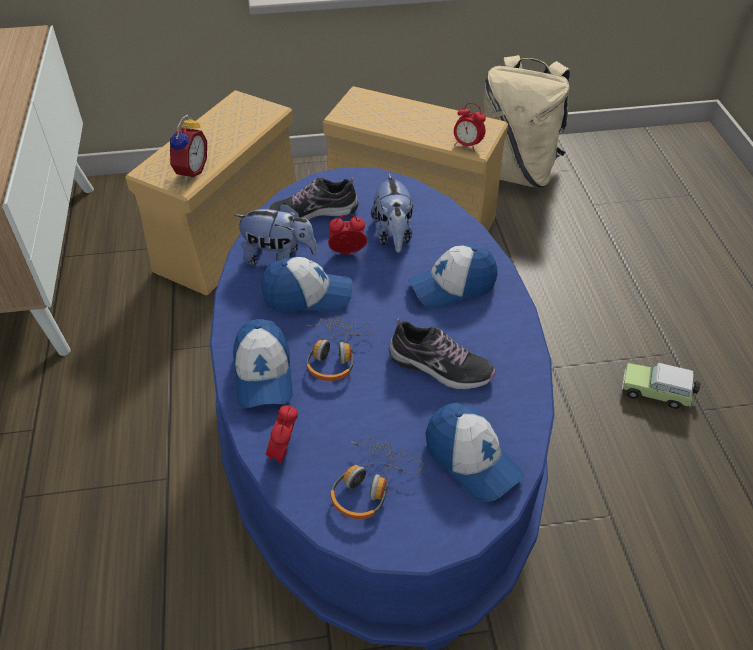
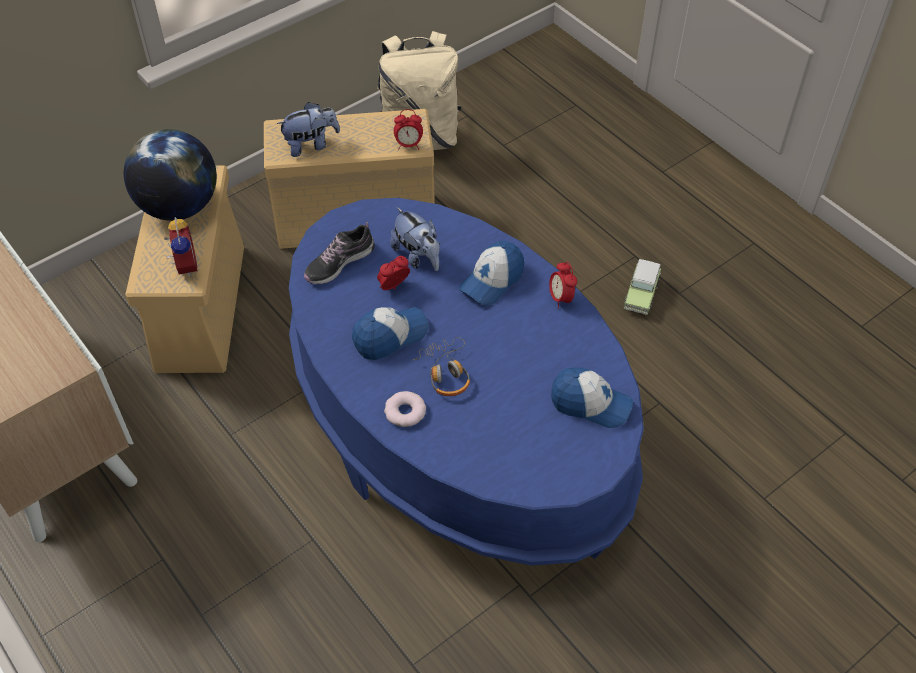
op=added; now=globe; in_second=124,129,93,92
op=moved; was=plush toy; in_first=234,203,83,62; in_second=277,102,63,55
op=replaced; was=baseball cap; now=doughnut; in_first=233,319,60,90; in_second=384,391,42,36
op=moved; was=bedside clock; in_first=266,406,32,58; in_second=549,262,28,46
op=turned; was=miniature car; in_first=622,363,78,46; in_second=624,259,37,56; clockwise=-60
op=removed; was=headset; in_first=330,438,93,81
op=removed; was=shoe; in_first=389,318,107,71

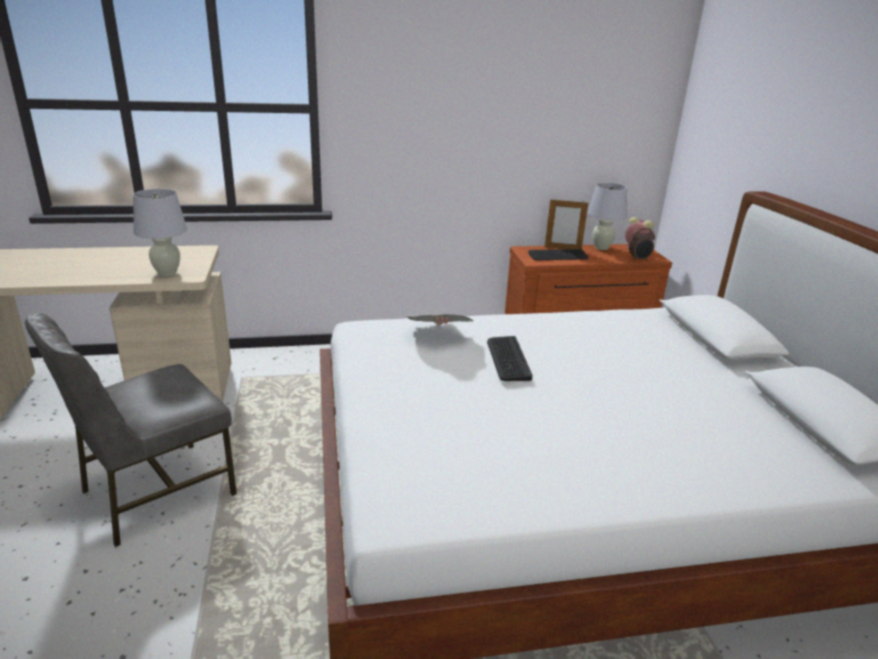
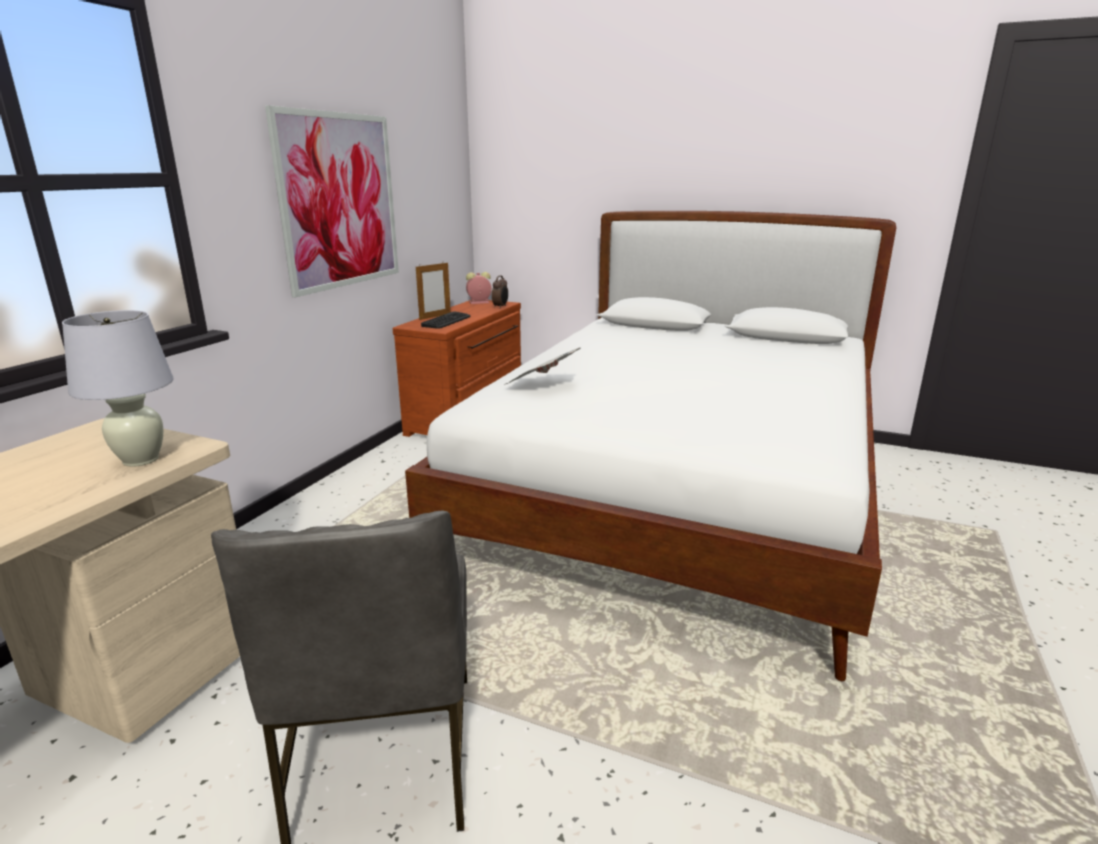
op=added; now=wall art; in_second=265,105,134,192
op=removed; was=keyboard; in_first=487,336,45,45
op=removed; was=lamp for a table/white-coloured; in_first=588,183,39,67

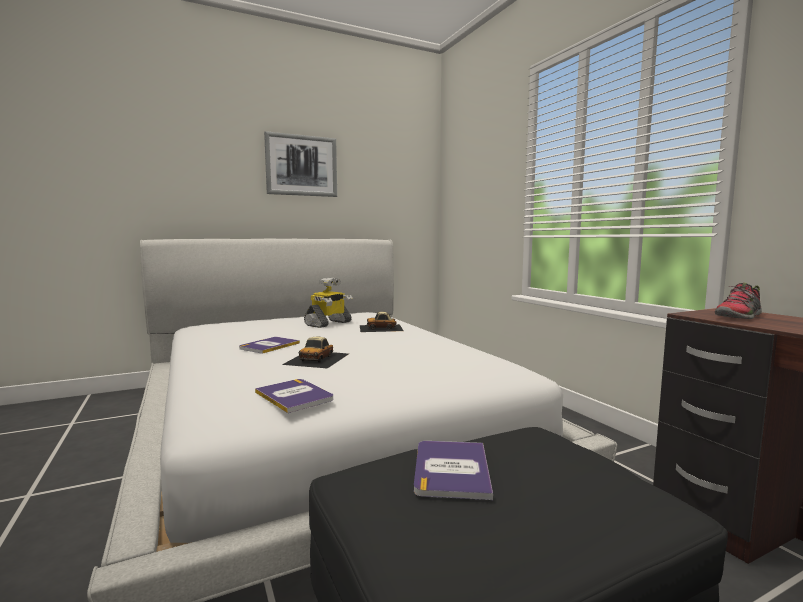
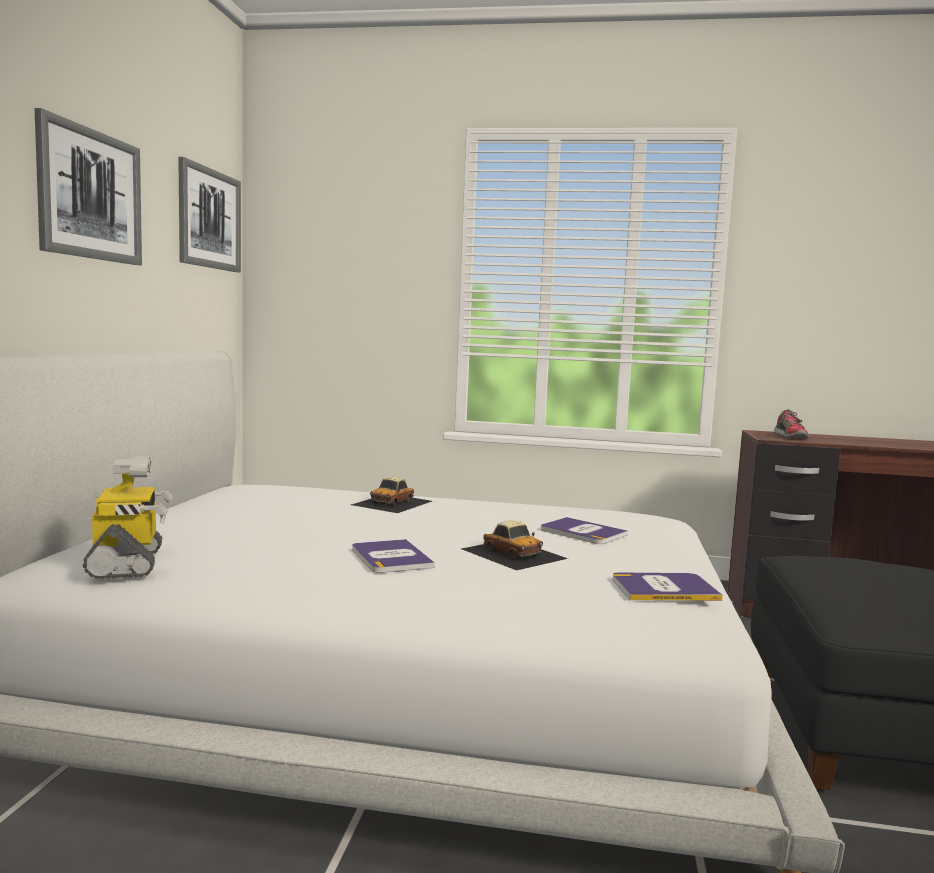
op=moved; was=toy robot; in_first=304,278,49,50; in_second=83,456,90,123
op=added; now=wall art; in_second=178,157,63,115
op=moved; was=book; in_first=414,441,79,59; in_second=541,517,87,27

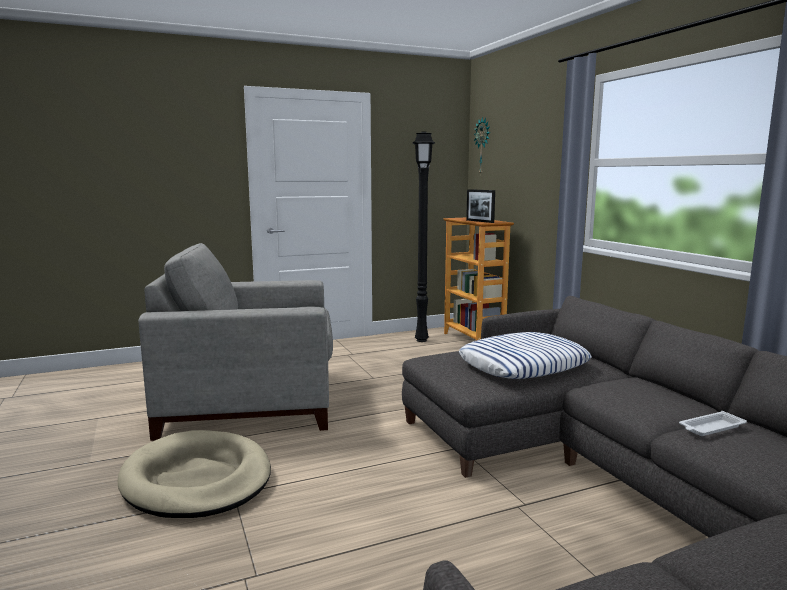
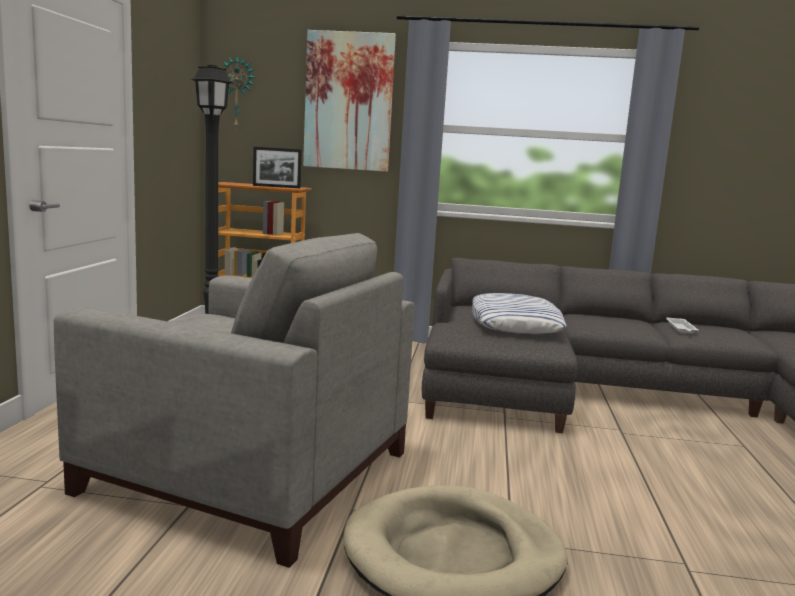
op=turned; was=armchair/greyish; in_first=138,243,195,198; in_second=54,233,361,335; clockwise=-90
op=added; now=wall art; in_second=303,30,93,142

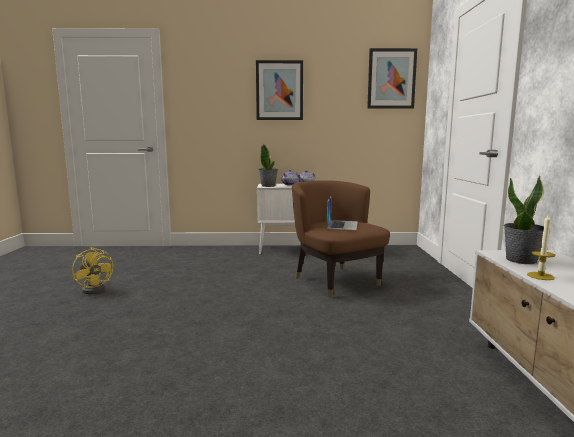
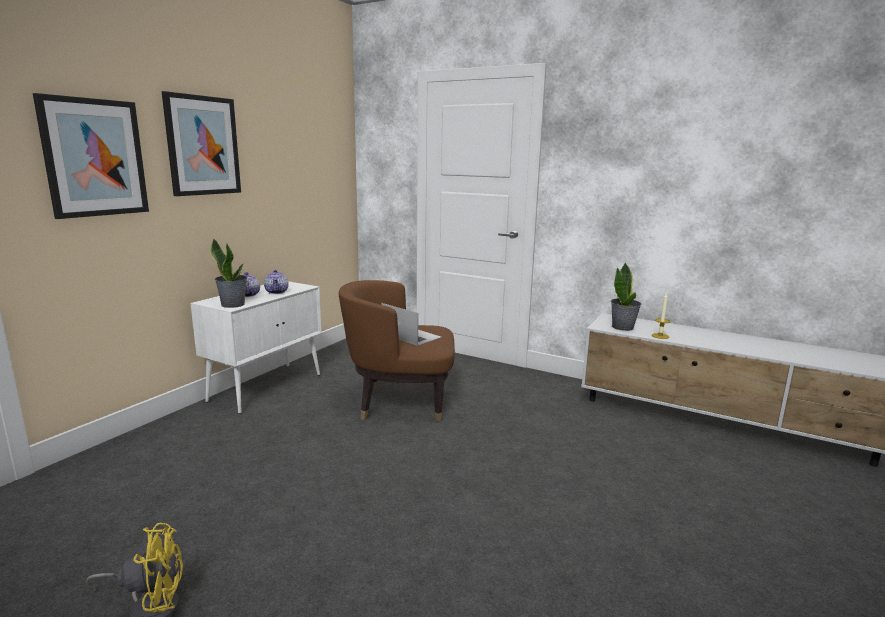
op=moved; was=wall art; in_first=367,48,50,61; in_second=33,93,116,126

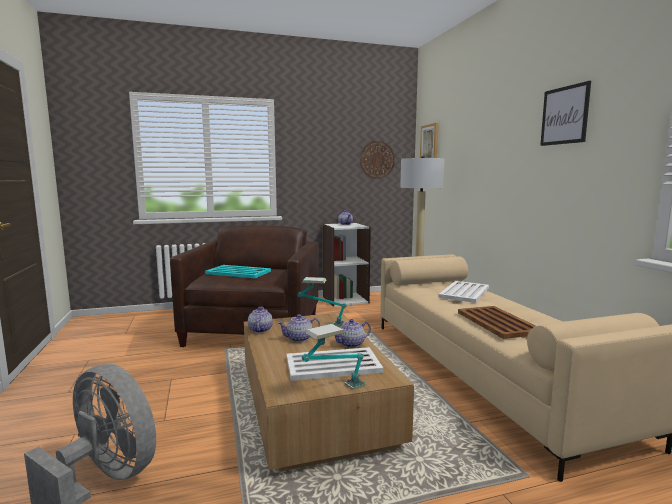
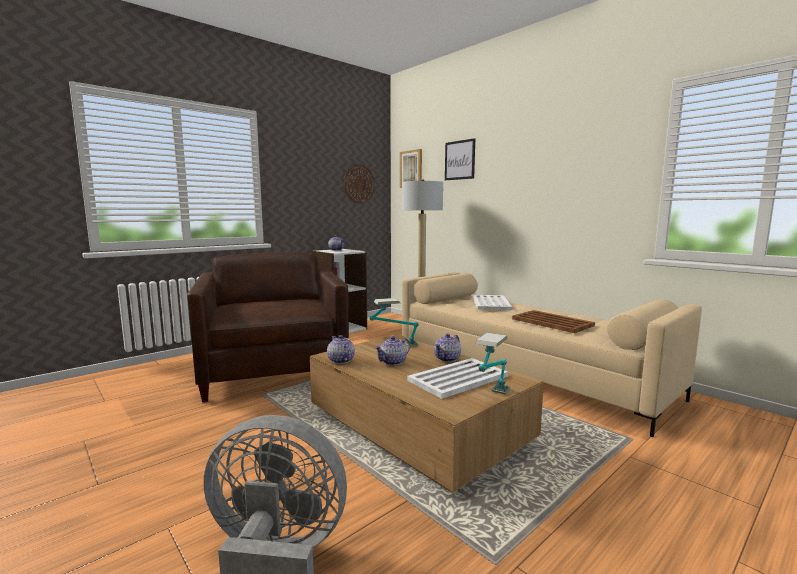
op=moved; was=wall art; in_first=540,81,51,65; in_second=445,138,30,42
op=removed; was=serving tray/turquoise; in_first=205,265,66,13

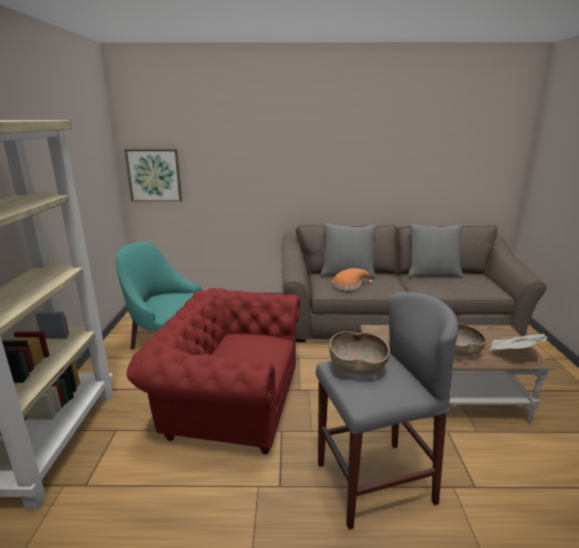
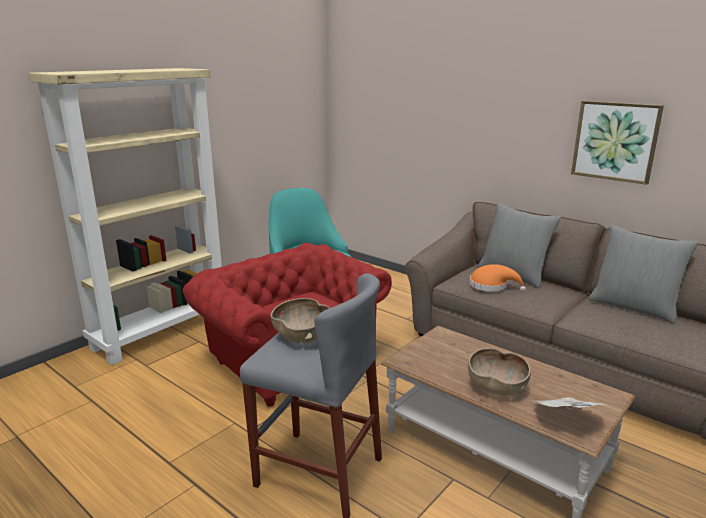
op=moved; was=wall art; in_first=124,149,58,53; in_second=571,101,93,84

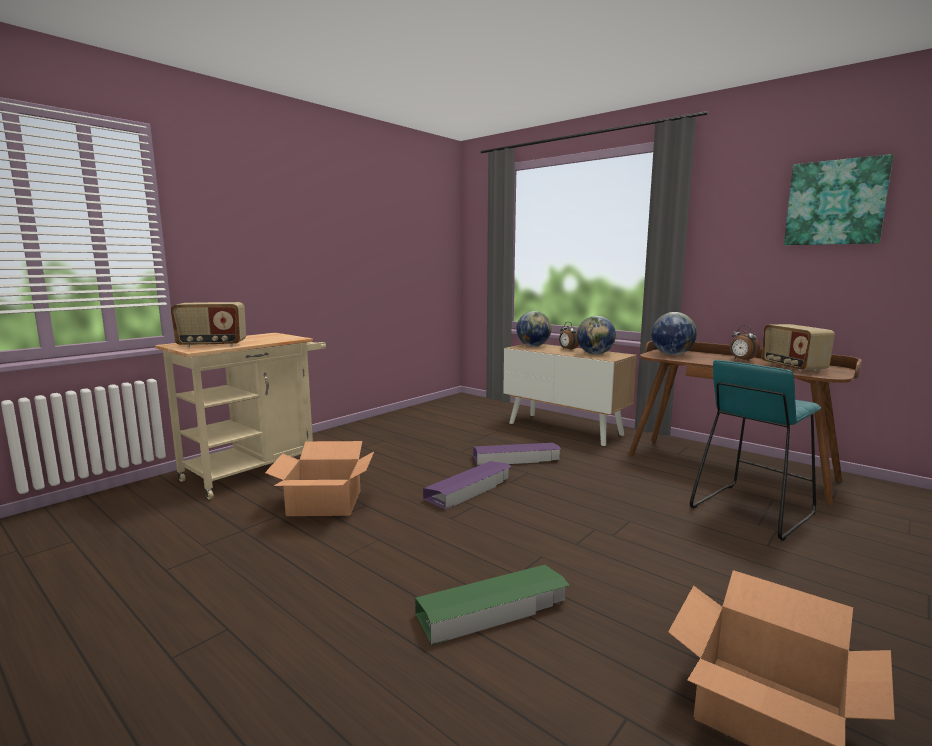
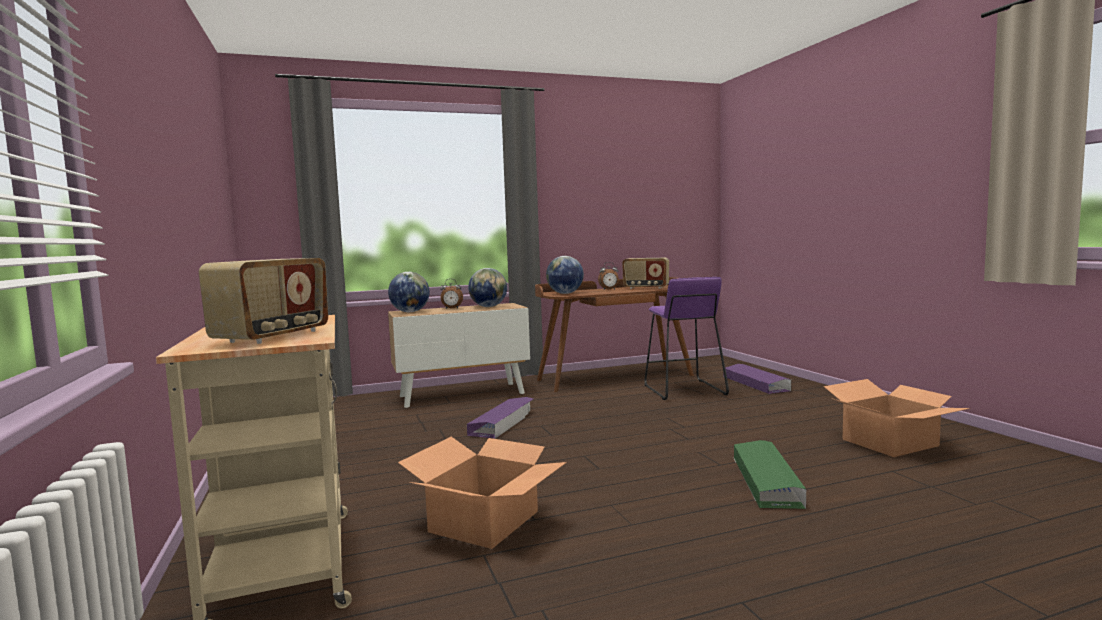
op=recoloured; was=stool seat/turquoise; now=stool seat/purple; in_first=690,360,131,181; in_second=644,277,85,123
op=moved; was=storage container/purple; in_first=423,461,89,49; in_second=725,364,66,30
op=removed; was=wall art; in_first=784,154,109,91

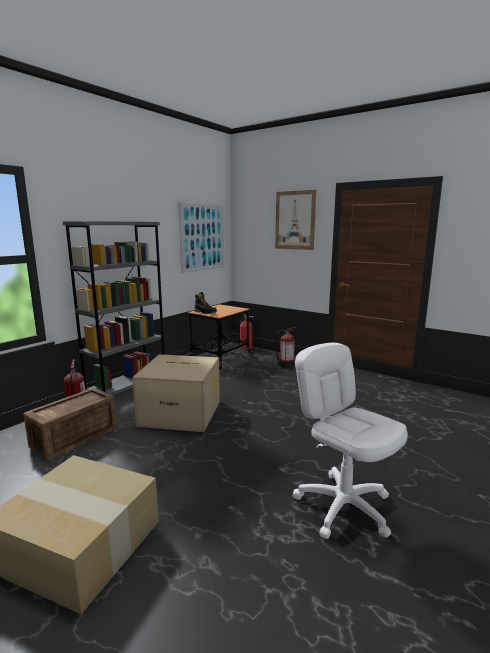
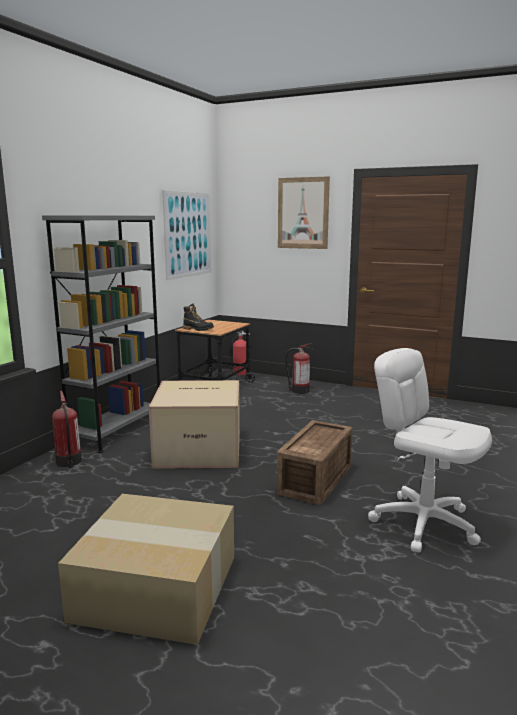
op=moved; was=crate; in_first=23,388,94,72; in_second=277,420,76,85

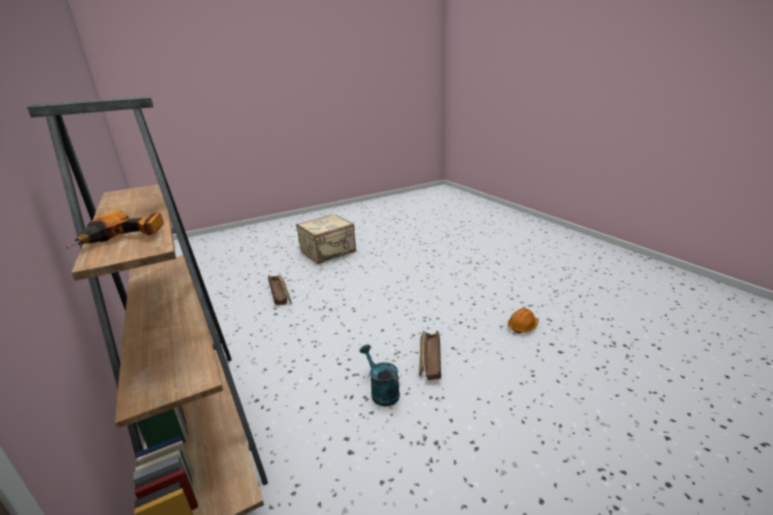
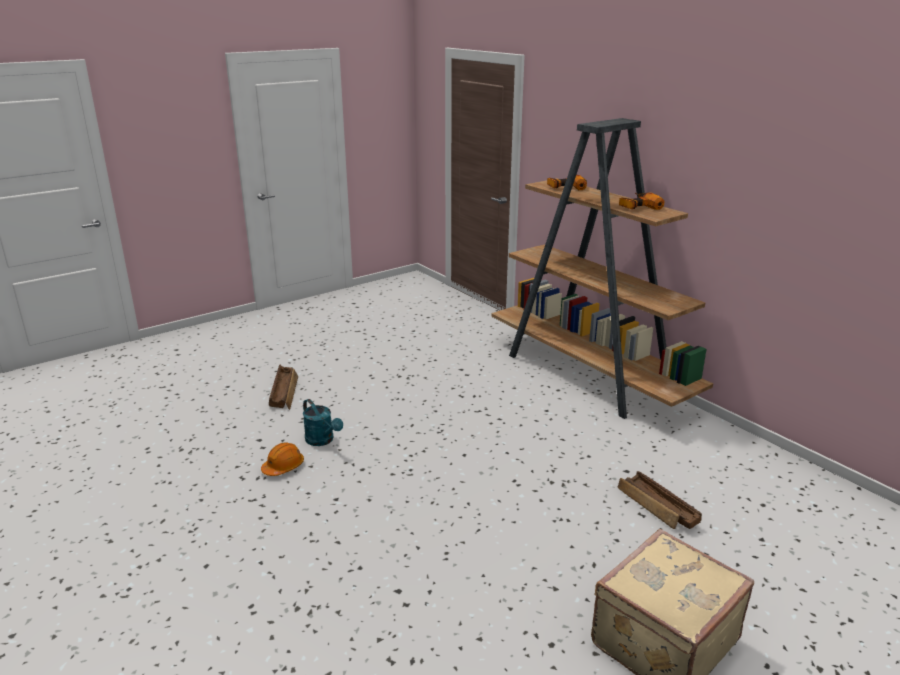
op=moved; was=crate; in_first=419,331,22,49; in_second=269,364,29,46
op=moved; was=watering pot/turquoise; in_first=359,344,41,63; in_second=303,399,40,47
op=added; now=power drill; in_second=619,192,46,18

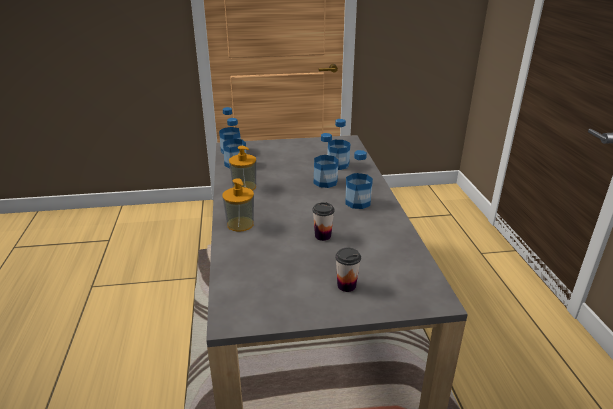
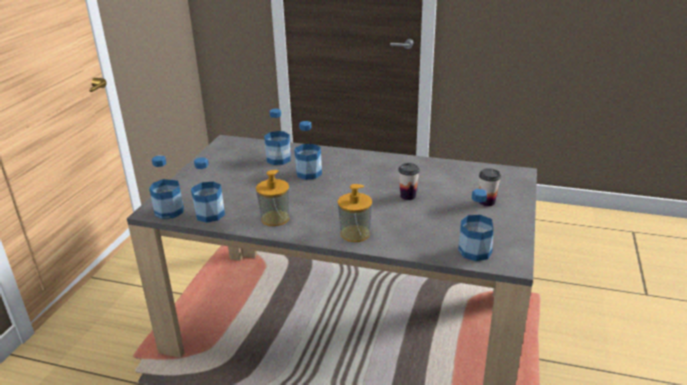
op=moved; was=drink bottle; in_first=345,150,28,59; in_second=458,189,35,72

